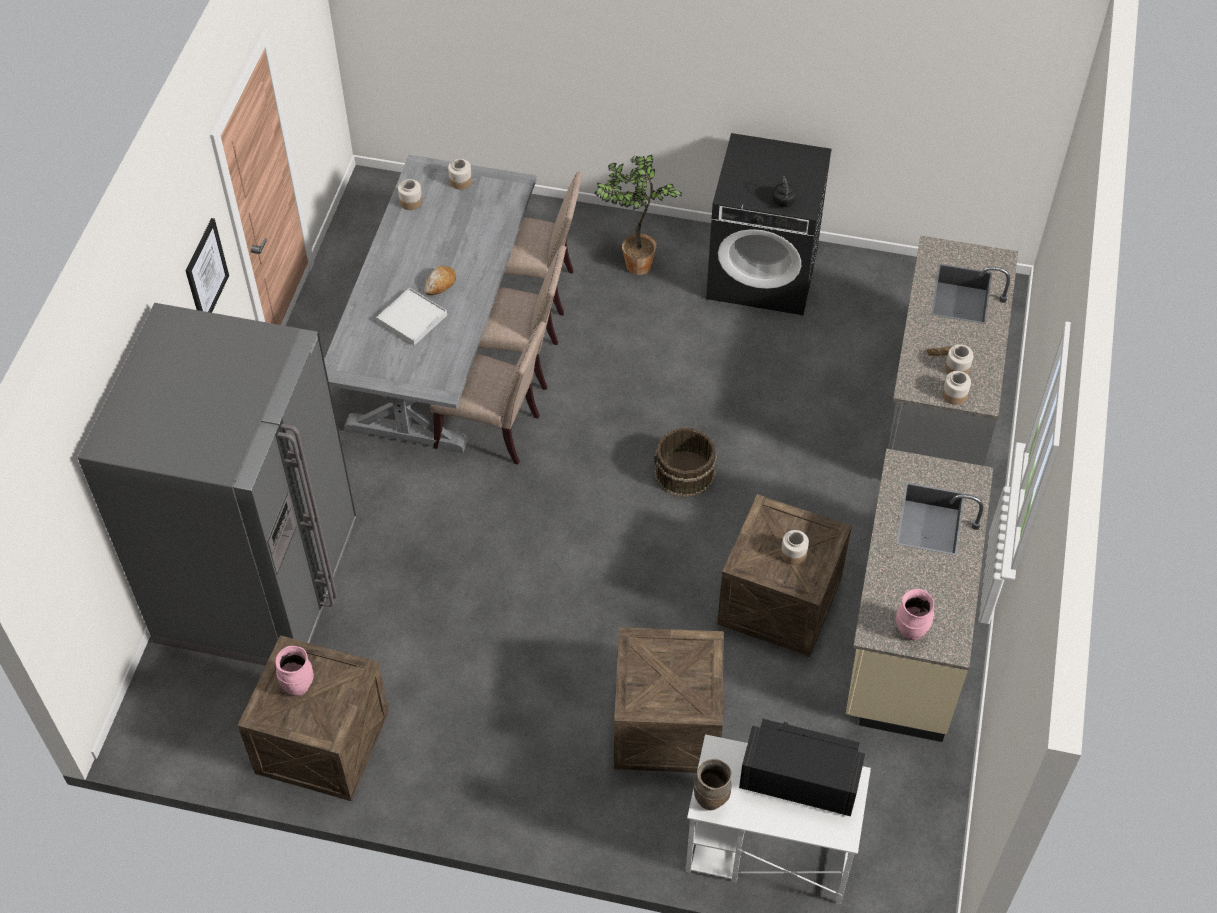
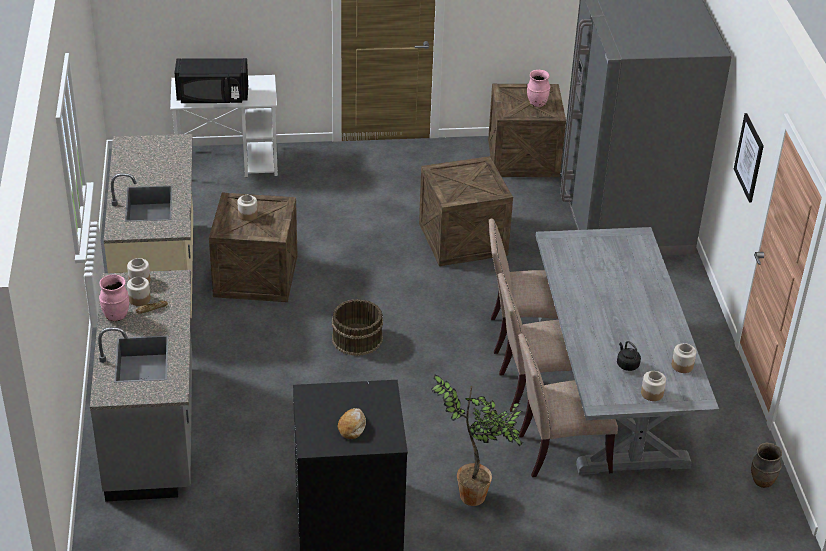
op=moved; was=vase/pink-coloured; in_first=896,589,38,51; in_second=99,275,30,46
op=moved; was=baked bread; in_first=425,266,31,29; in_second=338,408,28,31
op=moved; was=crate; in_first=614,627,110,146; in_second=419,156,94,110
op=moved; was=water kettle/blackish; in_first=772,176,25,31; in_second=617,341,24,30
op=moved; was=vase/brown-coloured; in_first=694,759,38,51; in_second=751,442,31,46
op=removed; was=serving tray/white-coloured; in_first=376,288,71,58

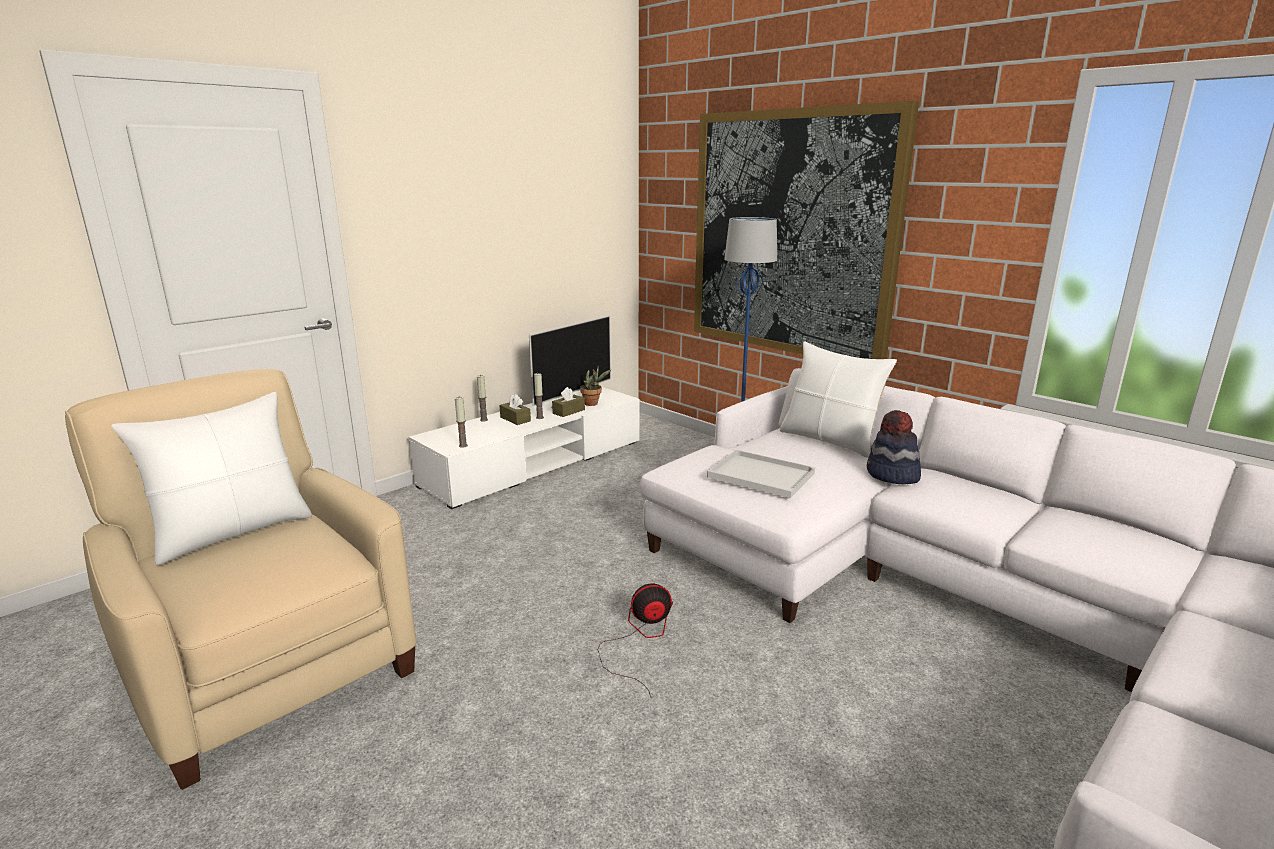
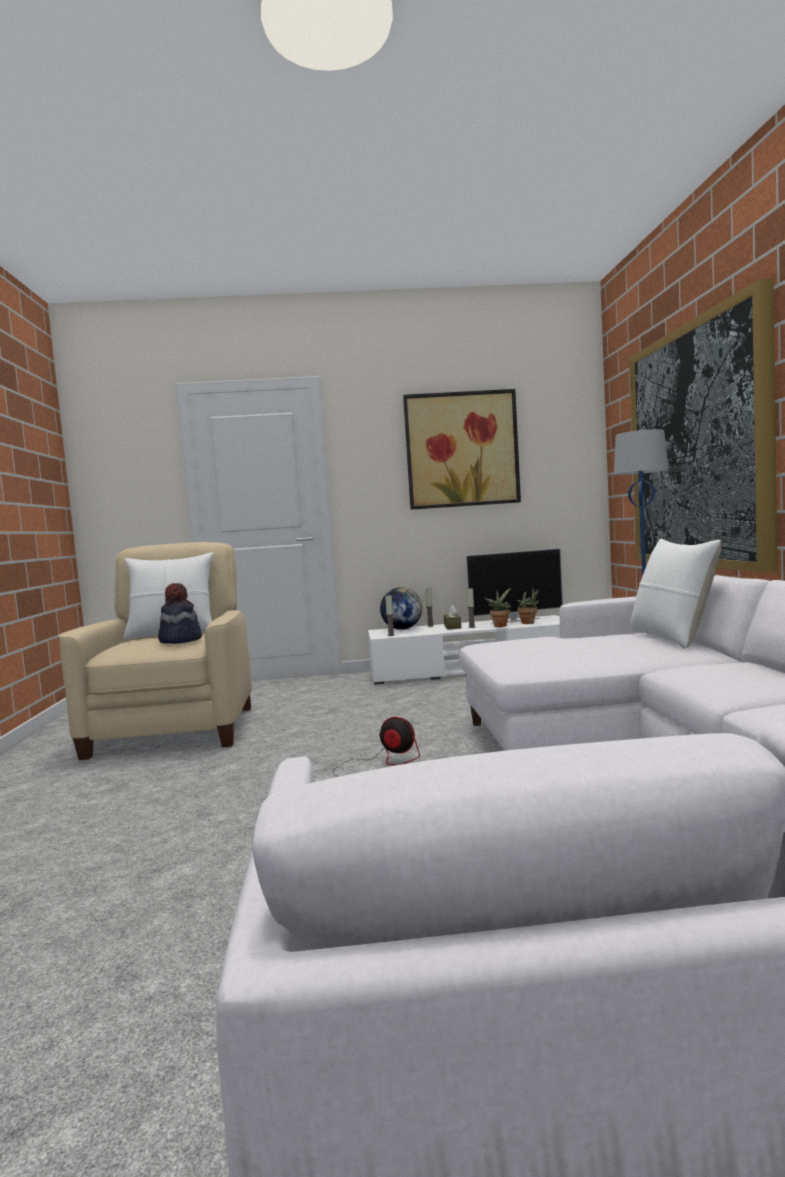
op=moved; was=hat; in_first=867,410,54,74; in_second=158,583,44,61
op=added; now=globe; in_second=380,587,42,43
op=added; now=wall art; in_second=403,389,118,121
op=replaced; was=tissue box/brown-coloured; now=plant in a pot; in_first=552,387,33,30; in_second=484,588,27,39
op=removed; was=serving tray/white-coloured; in_first=707,450,108,48

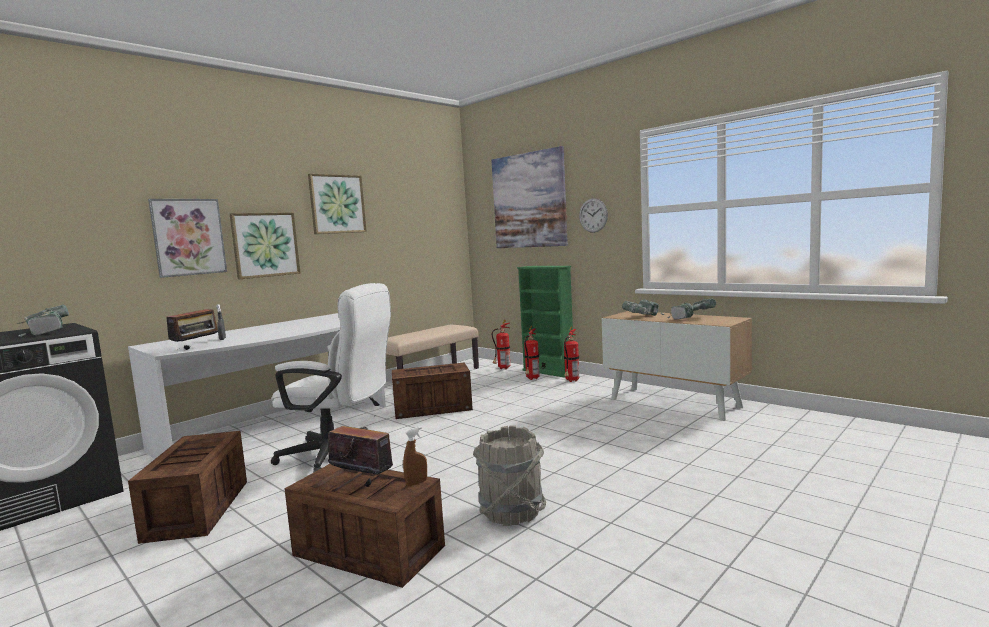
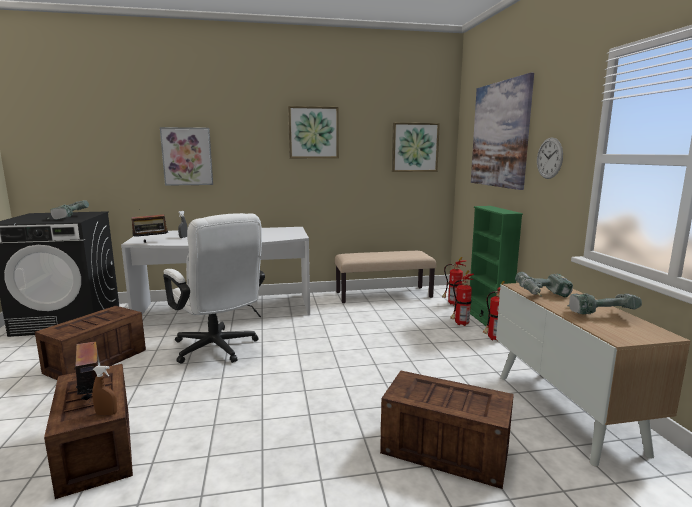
op=moved; was=crate; in_first=392,363,81,56; in_second=380,371,134,118
op=moved; was=wall art; in_first=230,212,70,67; in_second=392,123,48,49
op=removed; was=water bucket/greyish; in_first=473,425,73,101

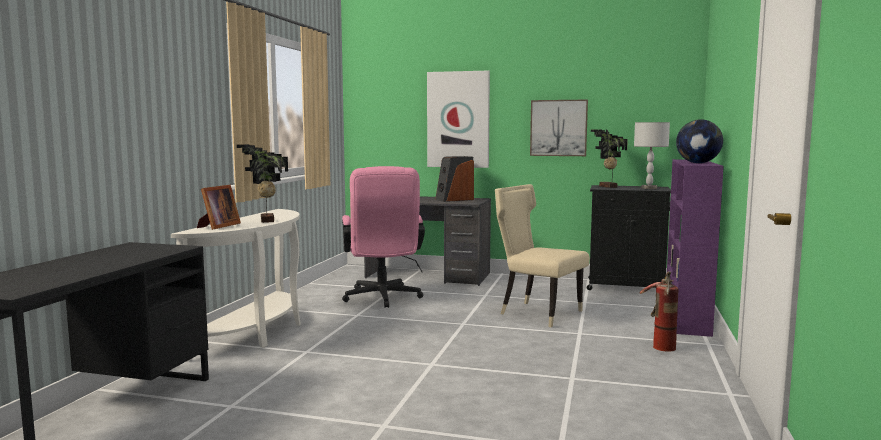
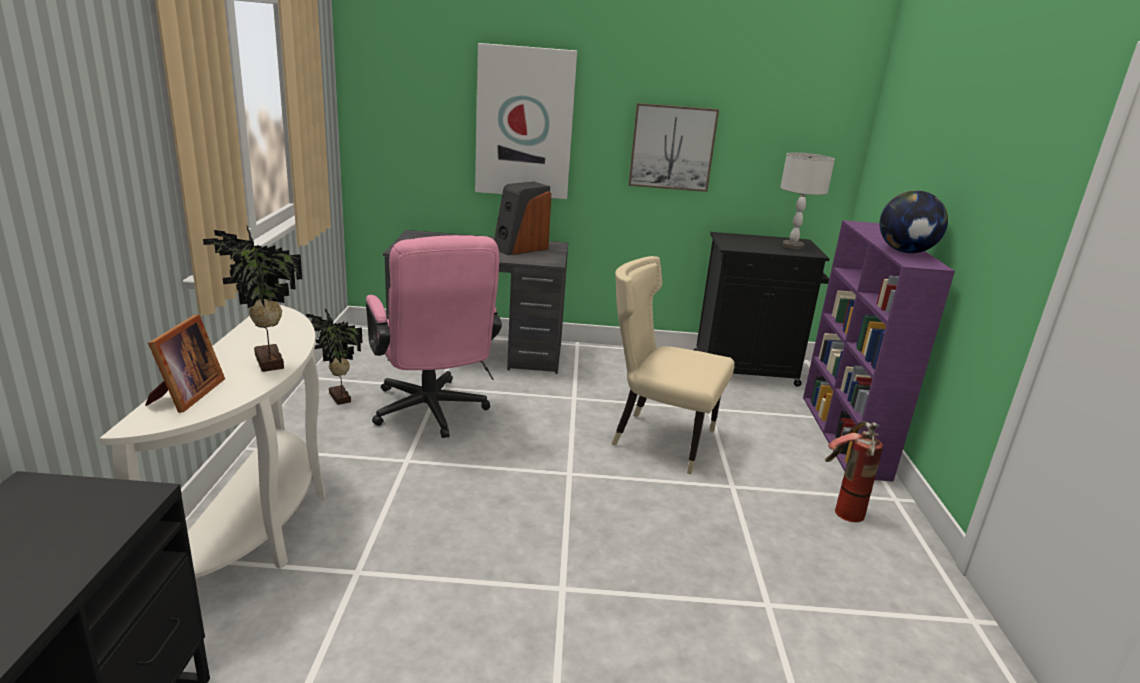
op=moved; was=plant in a pot; in_first=591,129,37,59; in_second=306,309,57,96

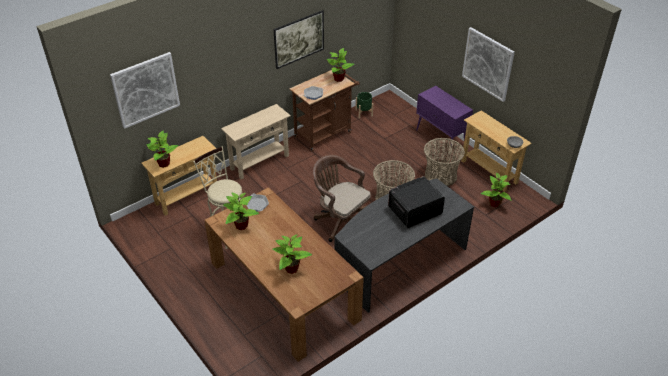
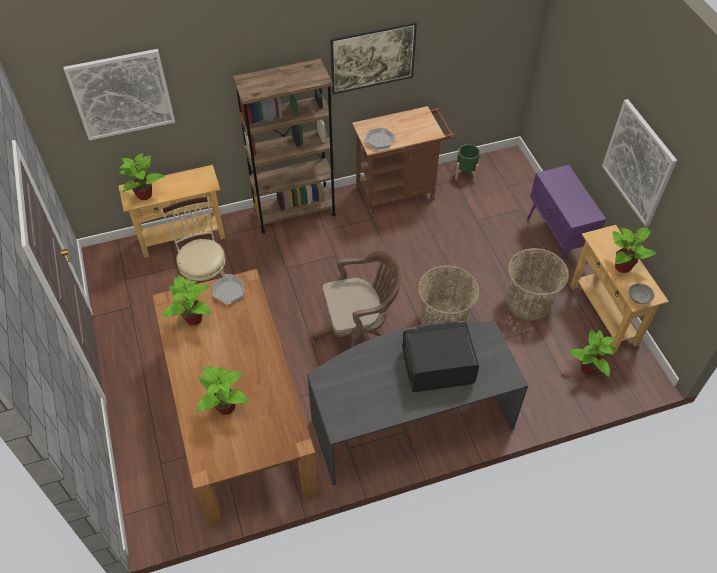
op=replaced; was=hall table/sand-coloured; now=bookshelf/brown-coloured; in_first=221,104,70,75; in_second=233,58,103,175
op=turned; was=computer chair/brown-coloured; in_first=313,155,58,87; in_second=313,251,89,97; clockwise=105
op=moved; was=plant in a pot; in_first=327,48,27,34; in_second=613,227,44,46

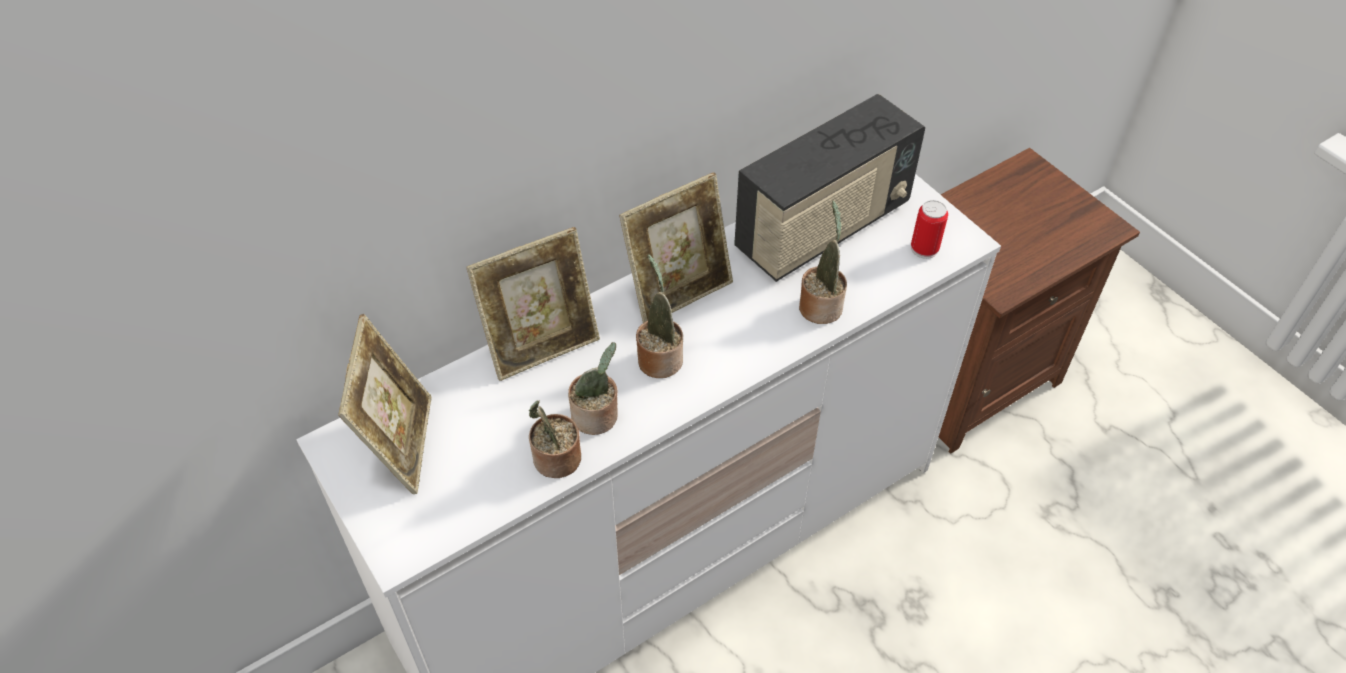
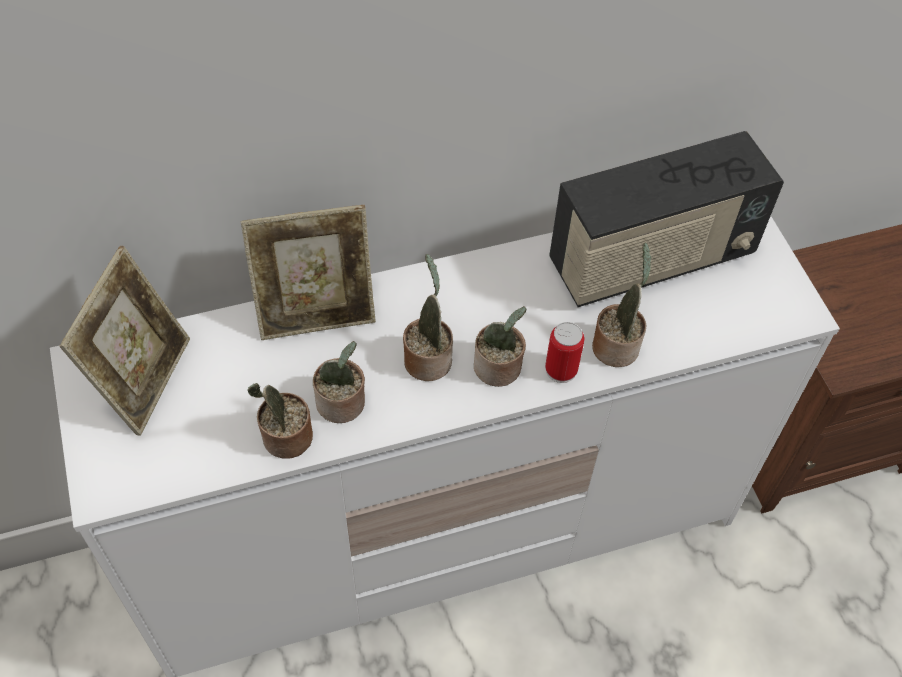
op=added; now=plant in a pot; in_second=474,306,52,81
op=moved; was=sealed can; in_first=911,200,37,59; in_second=545,322,40,61
op=removed; was=picture frame; in_first=619,172,114,151

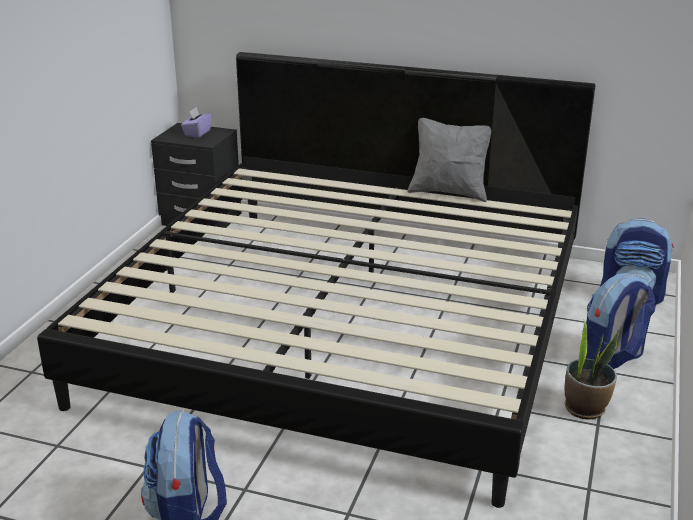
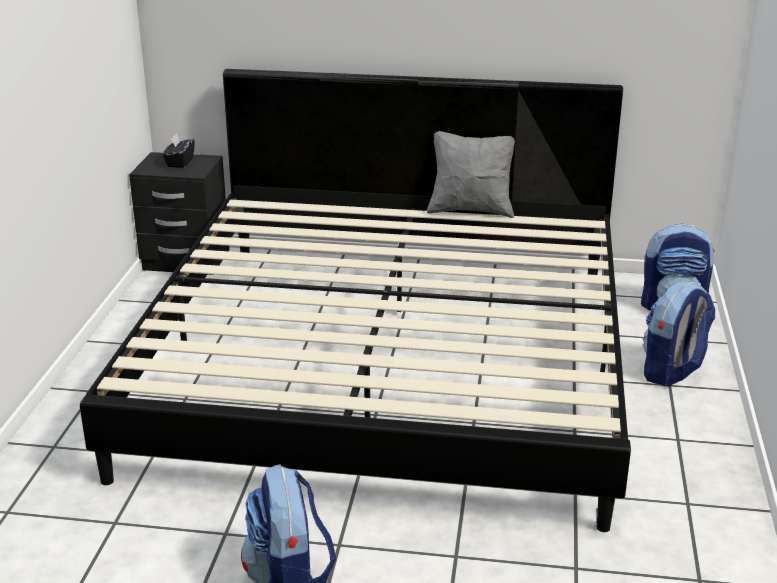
op=recoloured; was=tissue box/purple; now=tissue box/blackish; in_first=181,107,31,31; in_second=163,133,32,35
op=removed; was=plant in a pot; in_first=565,320,54,99

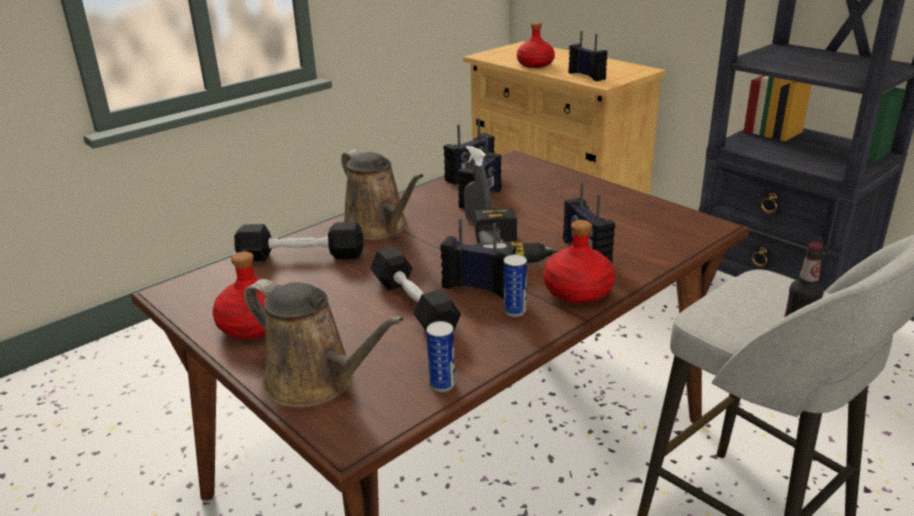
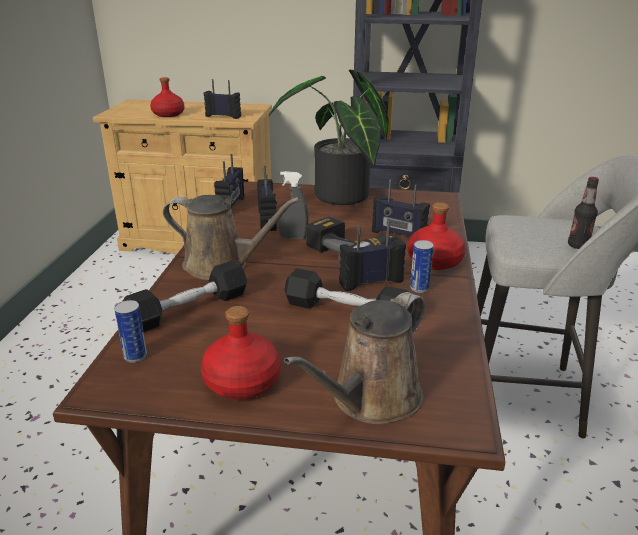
op=moved; was=sealed can; in_first=426,321,29,71; in_second=114,300,33,63
op=added; now=plant in a pot; in_second=269,70,120,135
op=turned; was=watering pot/brown-coloured; in_first=244,279,160,129; in_second=284,292,141,132; clockwise=135

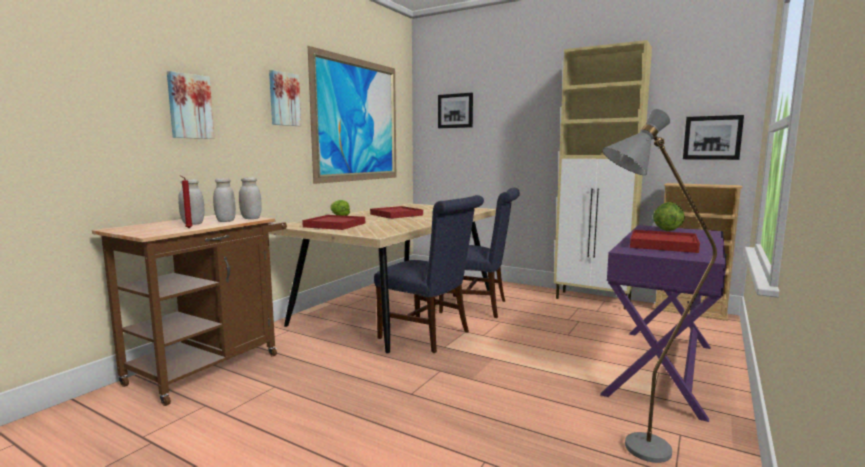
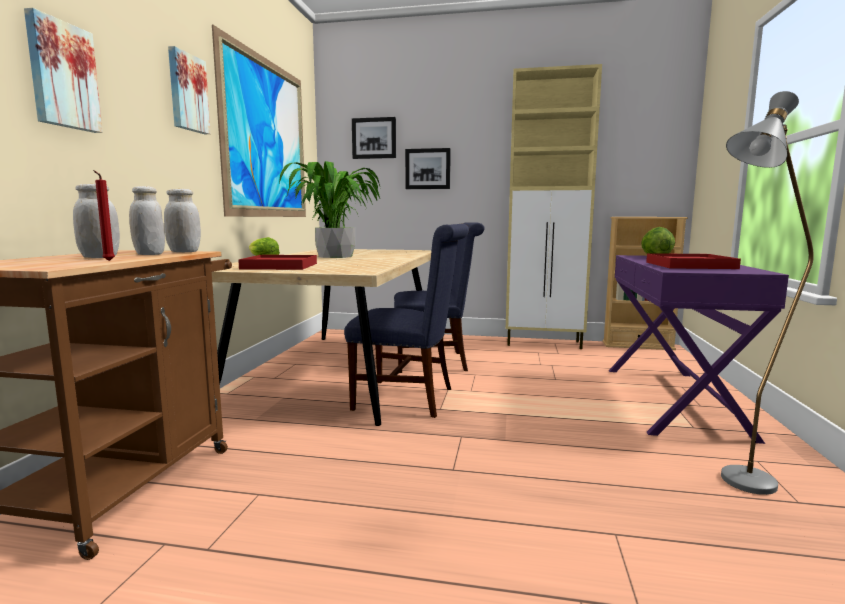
op=replaced; was=serving tray/reddish; now=plant in a pot; in_first=370,206,53,13; in_second=279,161,102,97
op=moved; was=wall art; in_first=683,115,61,45; in_second=405,148,46,41

